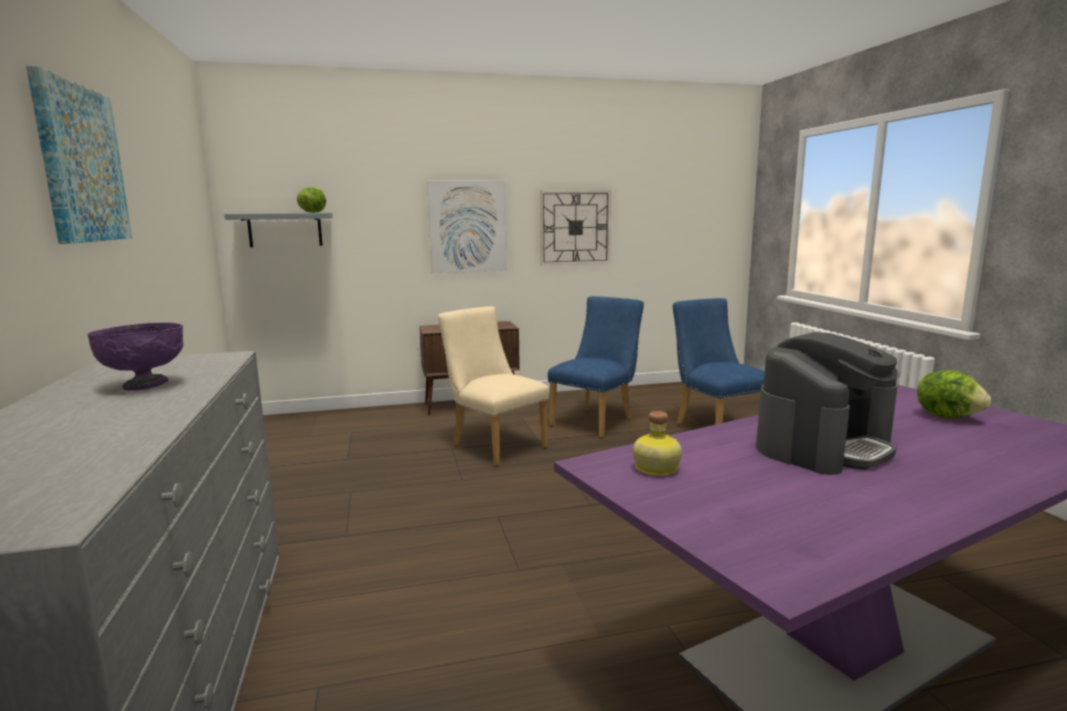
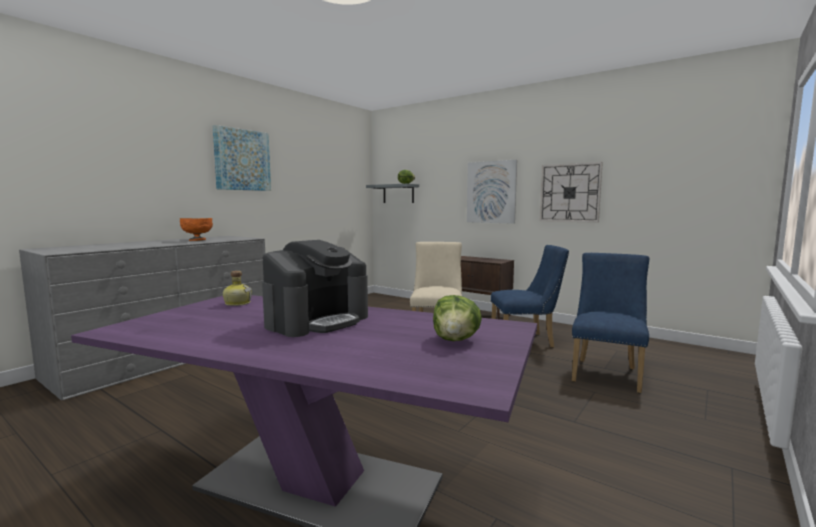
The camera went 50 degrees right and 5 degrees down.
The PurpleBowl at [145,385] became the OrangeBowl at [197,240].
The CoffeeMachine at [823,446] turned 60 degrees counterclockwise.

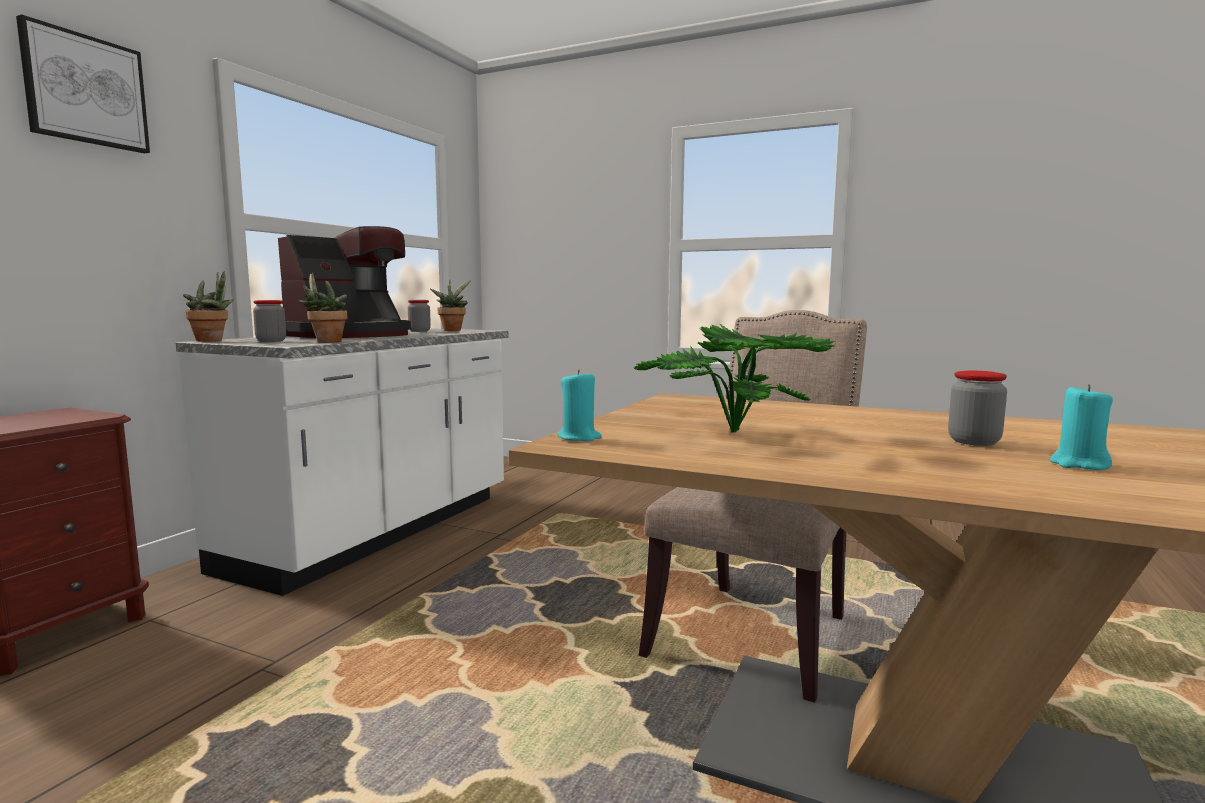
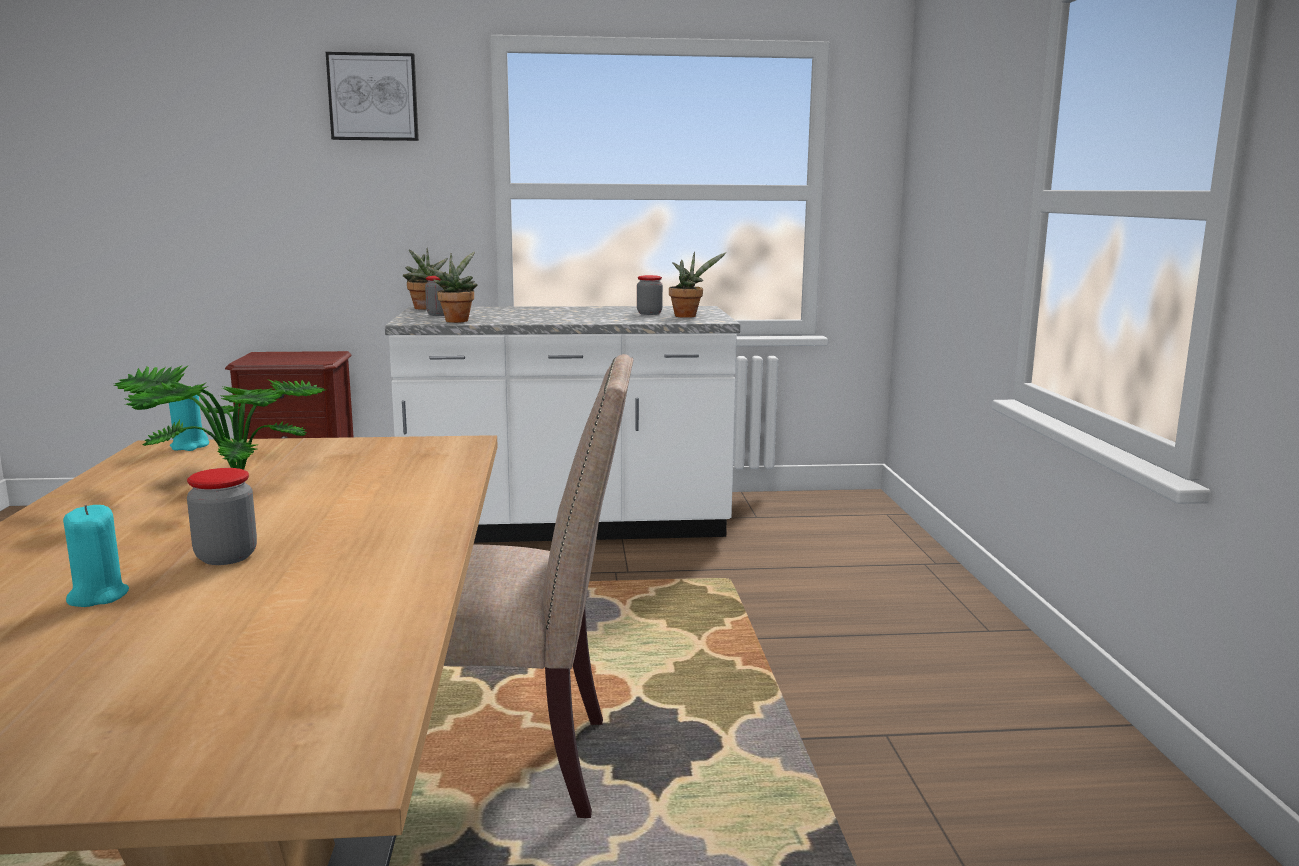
The camera went 60 degrees right and 5 degrees up.
The CoffeeMachine at [350,335] disappeared.

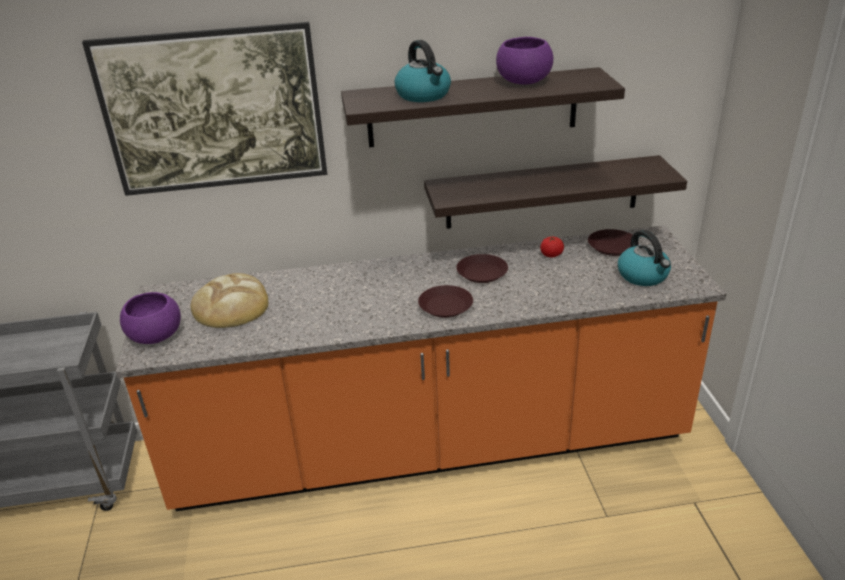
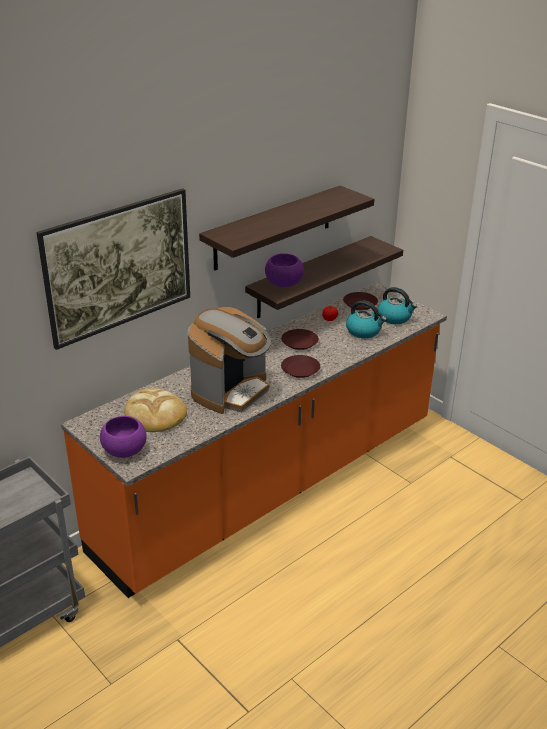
The camera went 35 degrees left and 0 degrees up.
The PurpleBowl moved from [523,81] to [283,283].
The Kettle moved from [424,95] to [364,331].
The CoffeeMachine at [231,391] appeared.

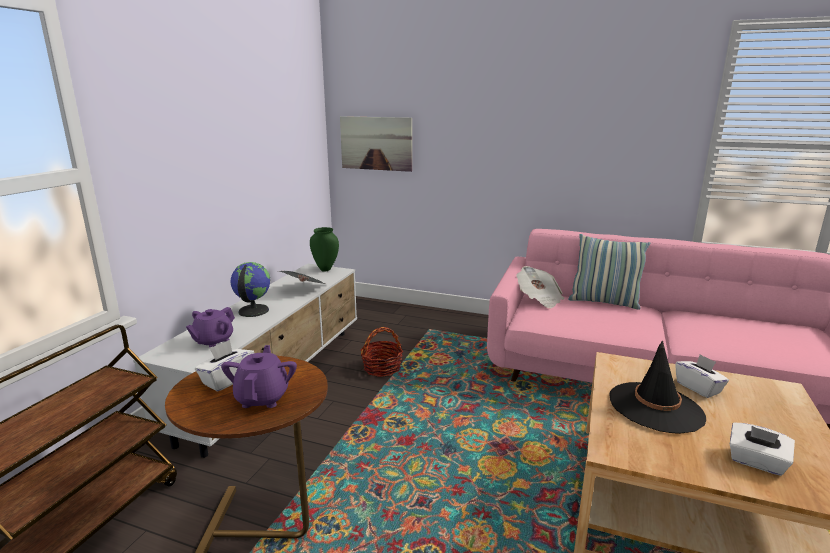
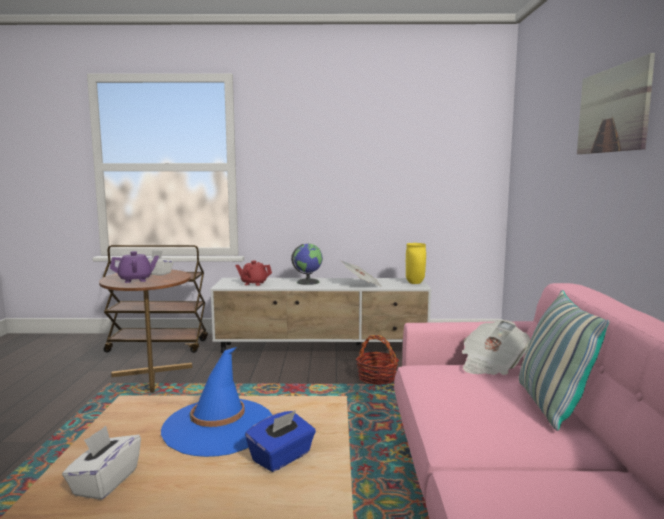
The camera went 70 degrees right and 10 degrees down.
The Picture moved from [376,143] to [612,110].
The GreenVase at [325,270] became the YellowVase at [414,283].
The PurpleTeapot at [213,341] became the RedTeapot at [254,283].
The BlackHat at [655,407] became the BlueHat at [219,427].
The WhiteTissueBox at [698,388] became the BlueTissueBox at [282,457].

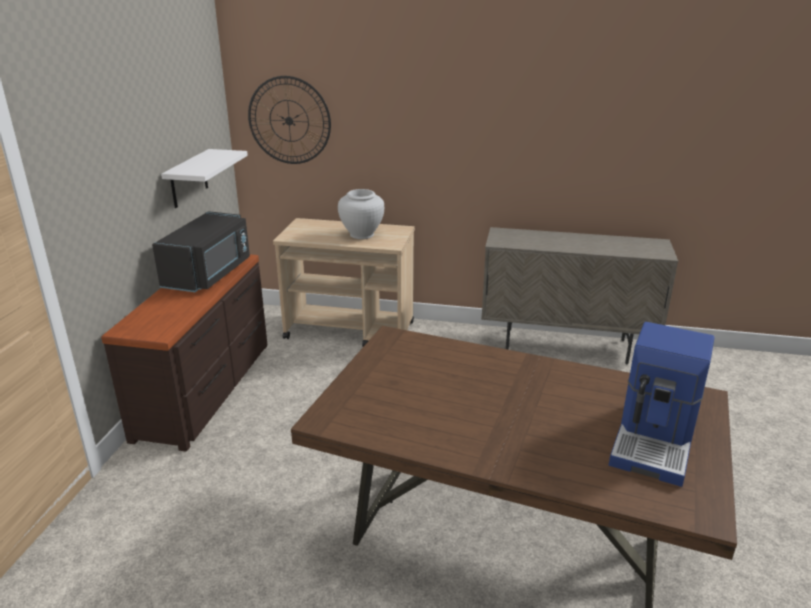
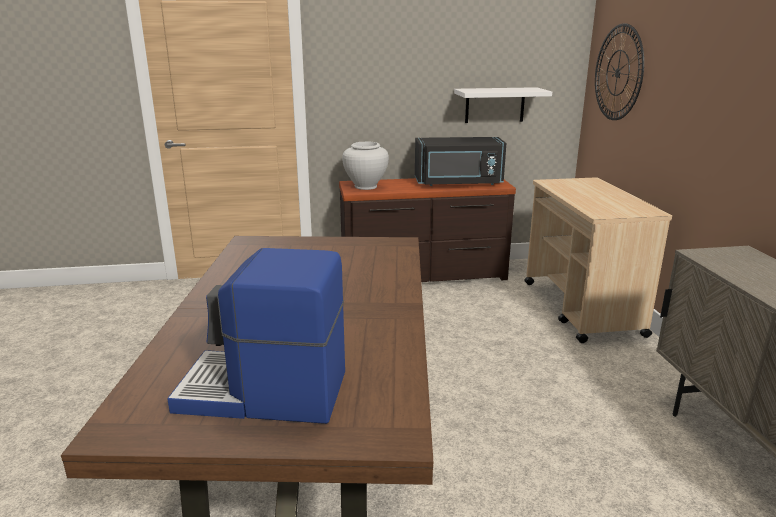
The camera went 70 degrees right and 5 degrees down.
The WhiteVase moved from [362,235] to [365,186].

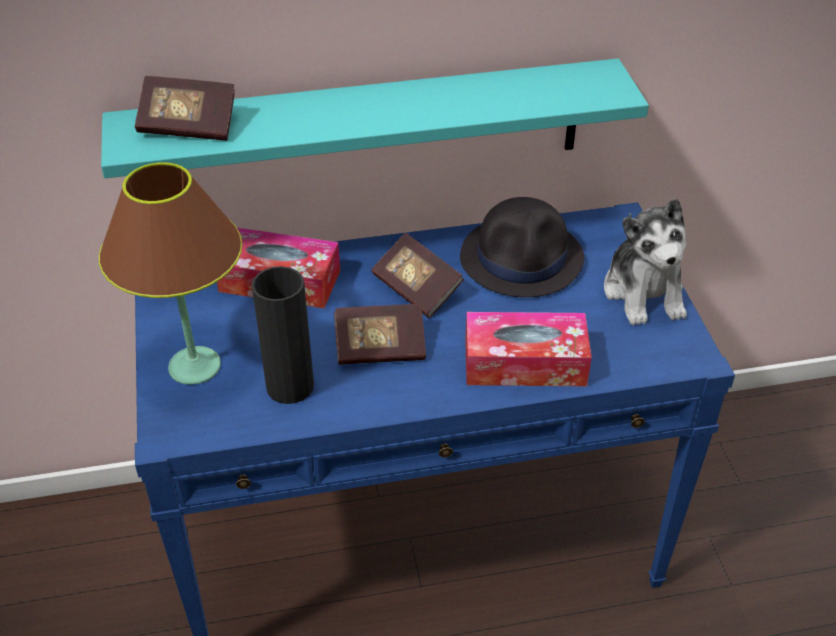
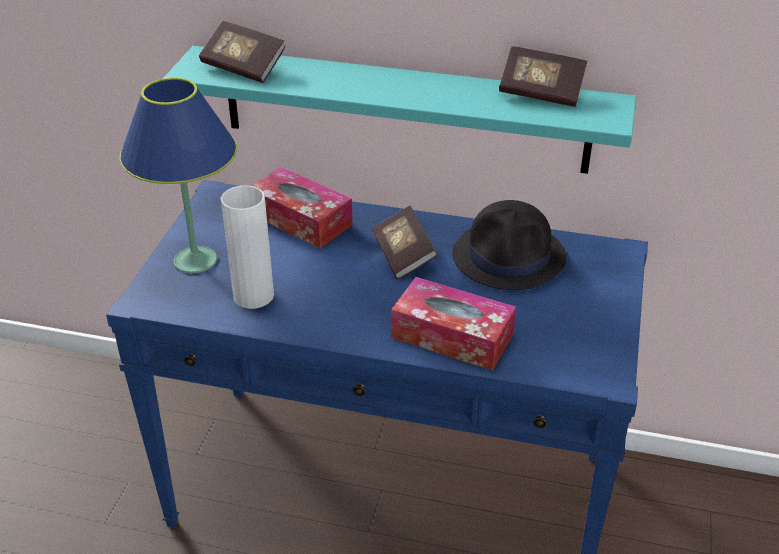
The camera went 25 degrees right and 5 degrees down.
The BrownTableLamp at [194,366] became the BlueTableLamp at [195,260].
The PlushToy at [644,292] disappeared.
The BlackVase at [290,386] became the WhiteVase at [253,296].
The Book moved from [380,348] to [541,92].

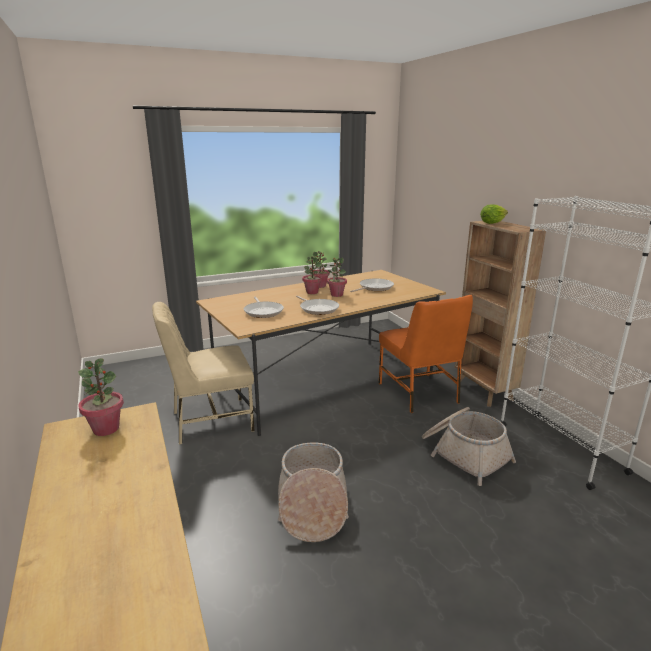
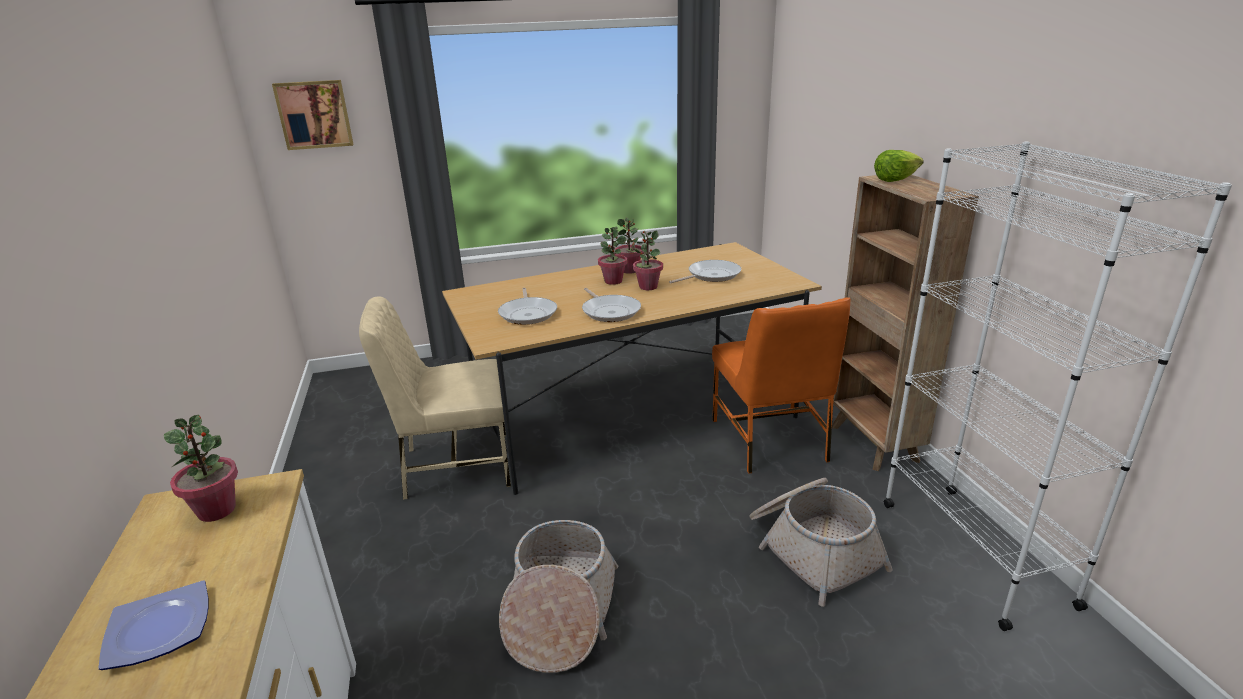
The camera went 10 degrees right and 5 degrees up.
The Picture at [314,114] appeared.
The Plate at [161,630] appeared.

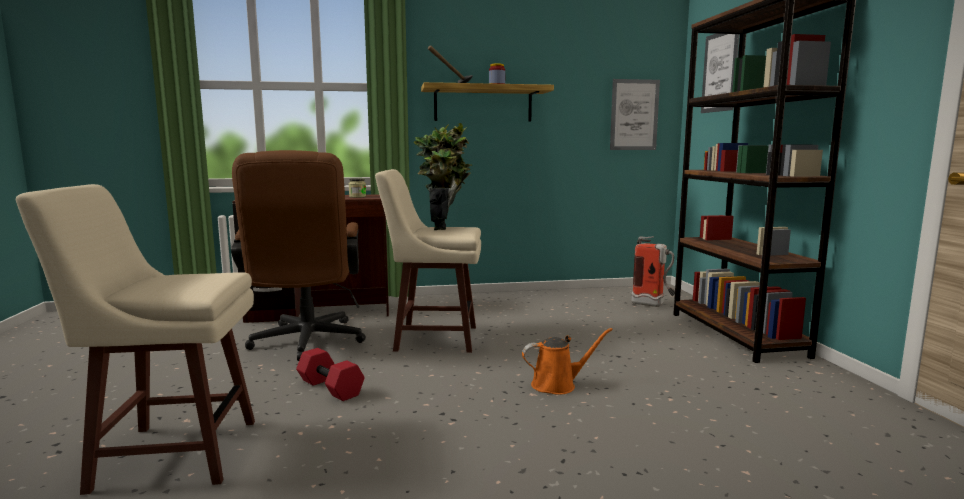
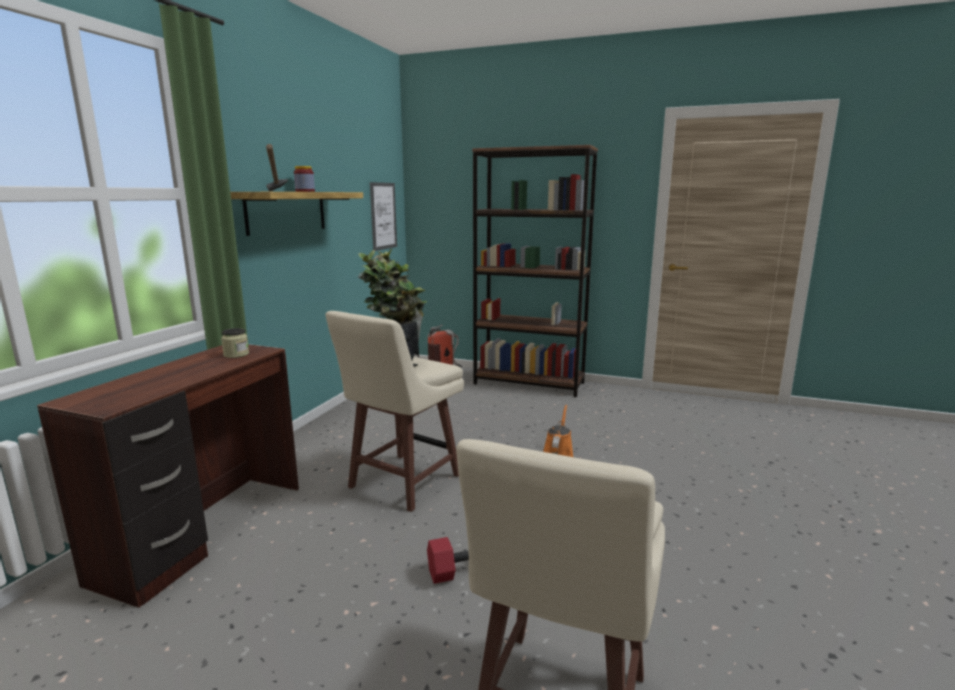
The camera went 60 degrees left and 5 degrees up.
The Picture at [720,72] disappeared.
The BrownOfficeChair at [306,343] disappeared.

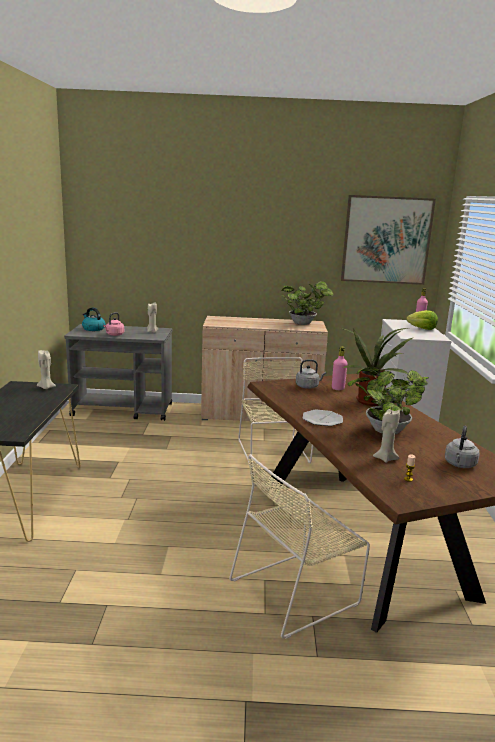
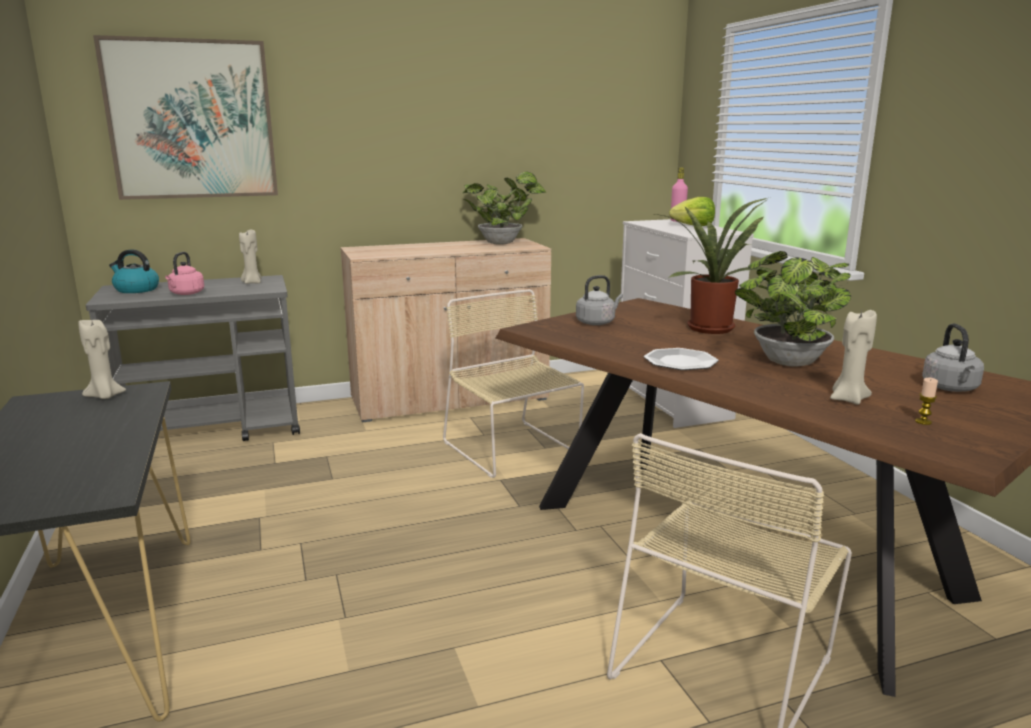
The camera went 20 degrees left and 0 degrees up.
The Picture moved from [386,240] to [191,120].
The PinkBottle at [338,388] disappeared.

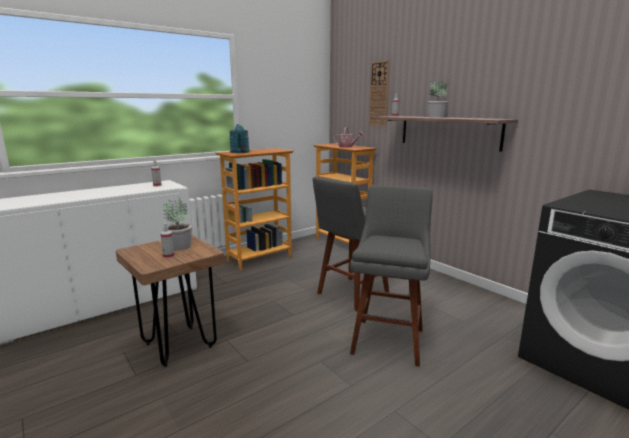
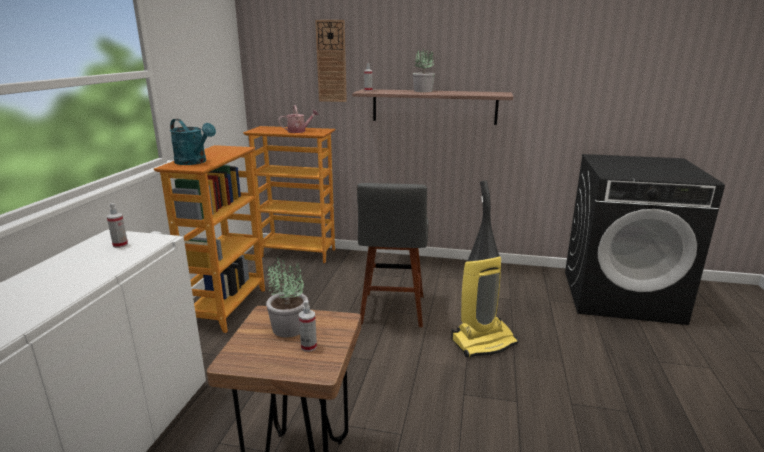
The camera went 40 degrees left and 5 degrees up.
The GreyStool at [388,338] was replaced by the VacuumCleaner at [483,342].

